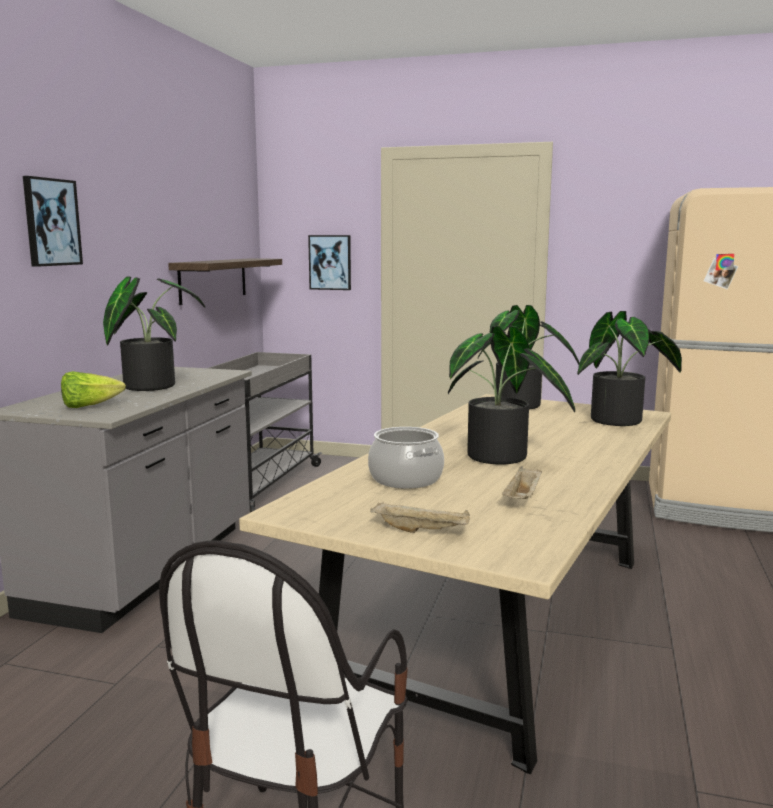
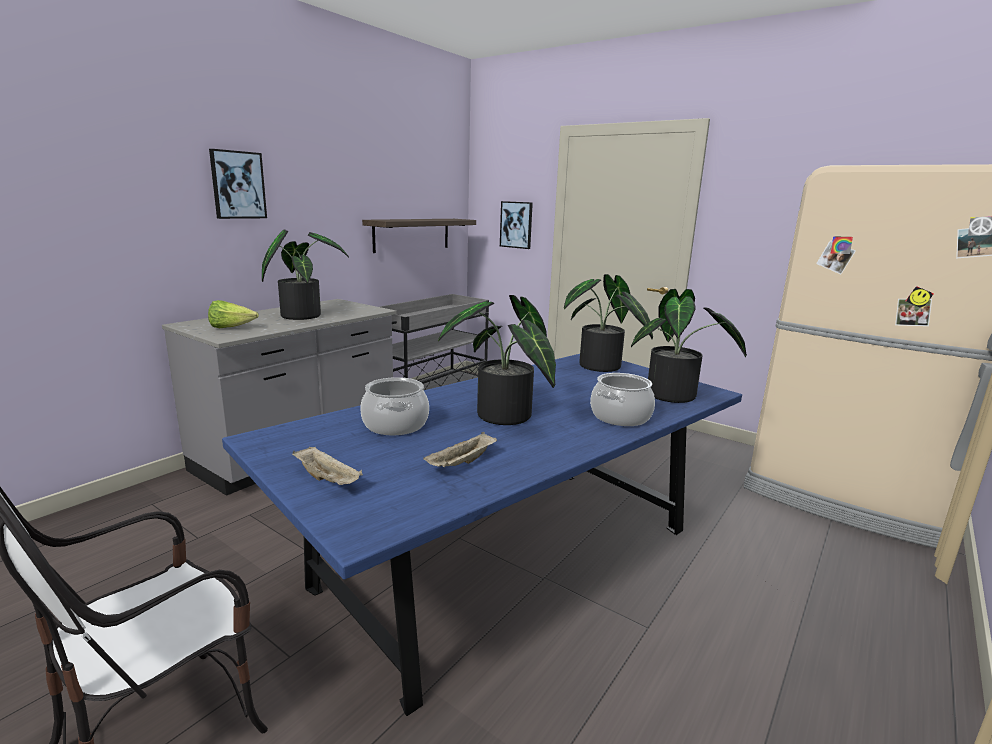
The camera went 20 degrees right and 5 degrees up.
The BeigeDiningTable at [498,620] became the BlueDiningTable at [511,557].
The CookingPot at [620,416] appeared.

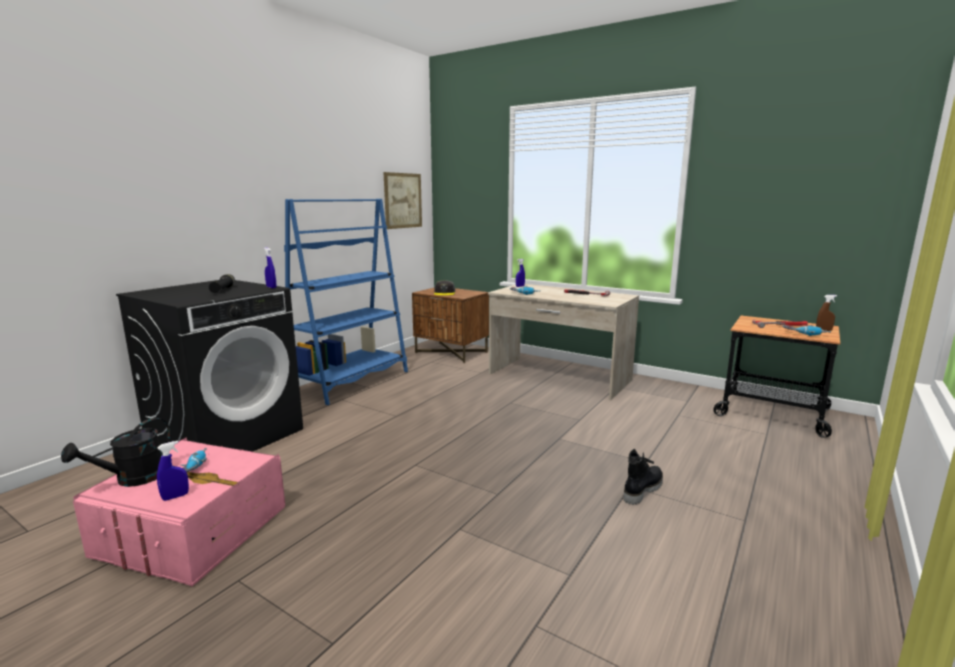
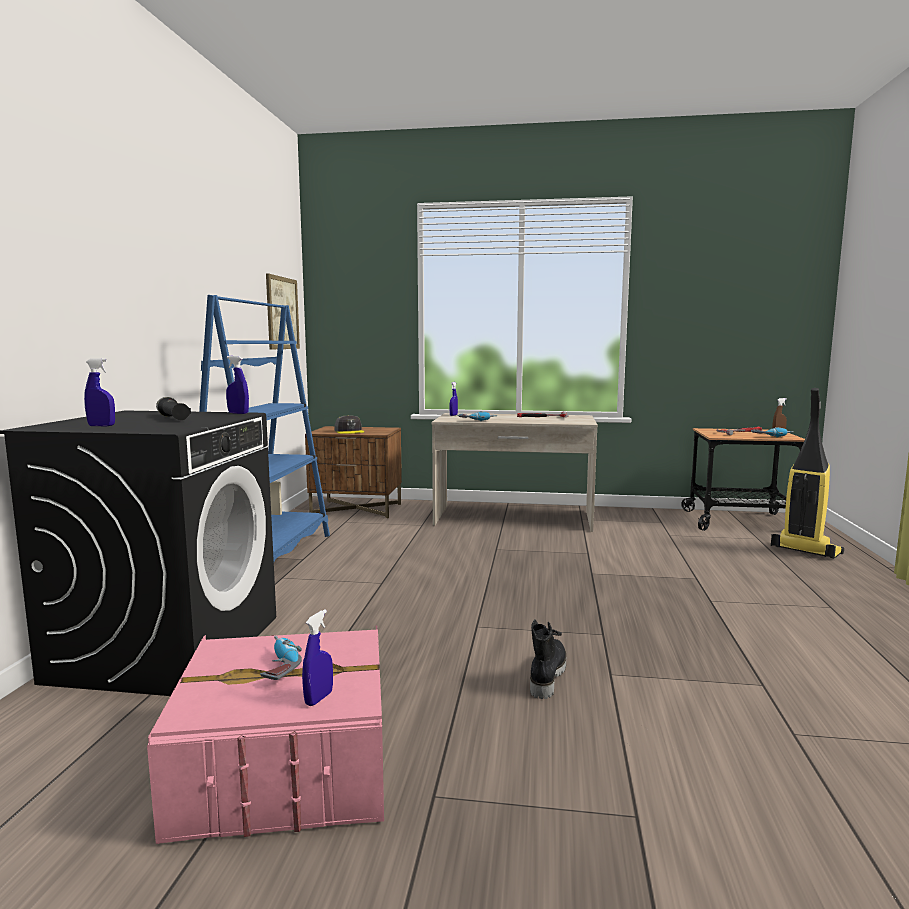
The camera went 25 degrees left and 5 degrees down.
The BlackWateringCan at [132,479] disappeared.
The BlackBoot moved from [642,490] to [546,676].
The BlueSprayBottle at [101,426] appeared.
The VacuumCleaner at [804,550] appeared.

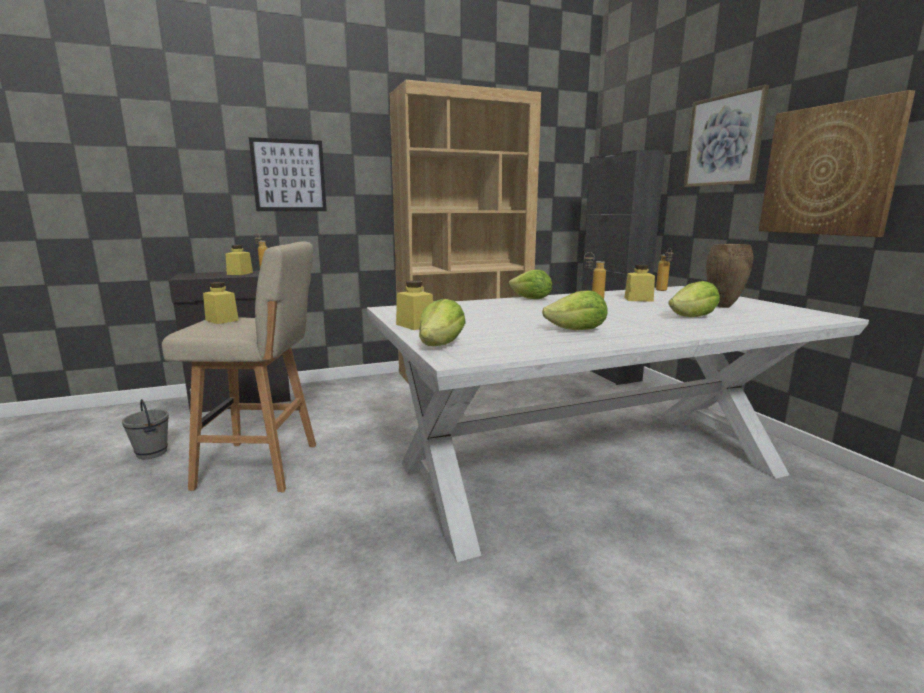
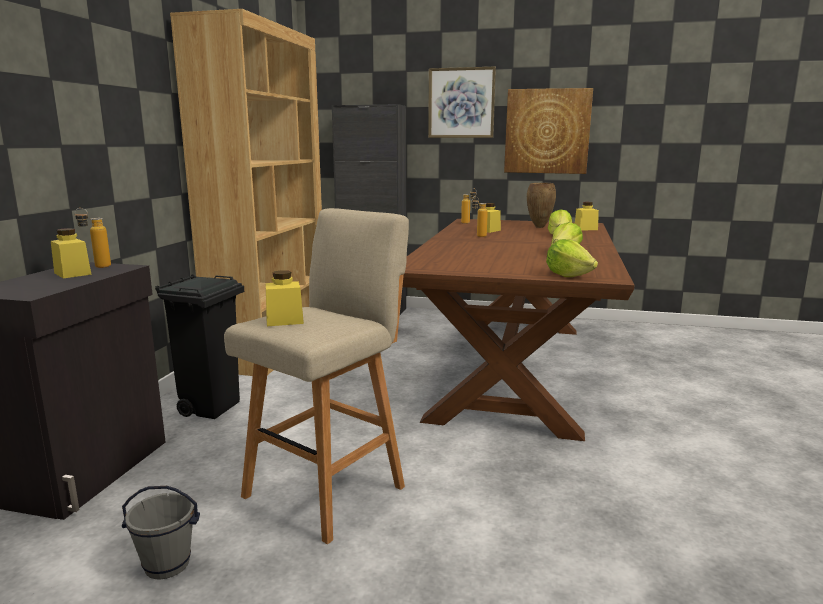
The camera went 55 degrees left and 0 degrees up.
The Picture at [289,175] disappeared.
The Lettuce at [531,299] disappeared.
The YellowJar moved from [415,325] to [585,229].
The WhiteDiningTable at [592,468] became the BrownDiningTable at [512,367].
The BlackTrashCan at [211,408] appeared.

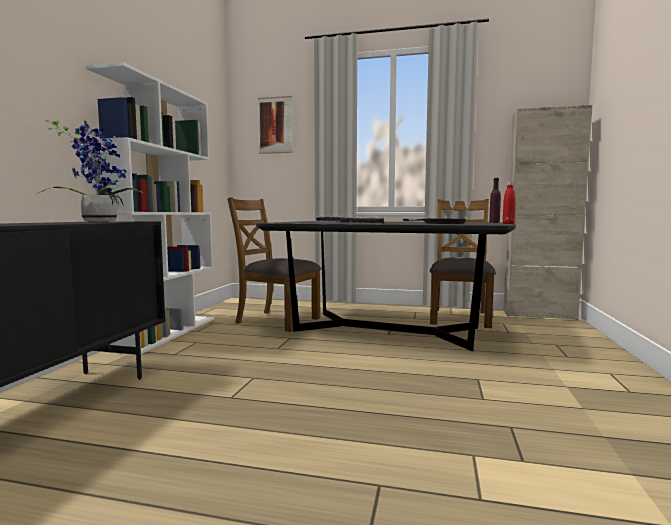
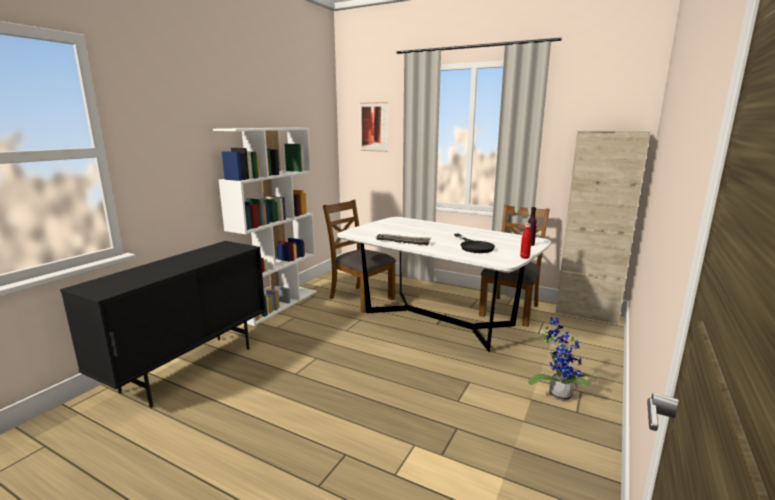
The camera went 15 degrees right and 10 degrees up.
The PottedPlant moved from [99,221] to [558,393].
The BlackDiningTable at [386,330] became the WhiteDiningTable at [438,319].

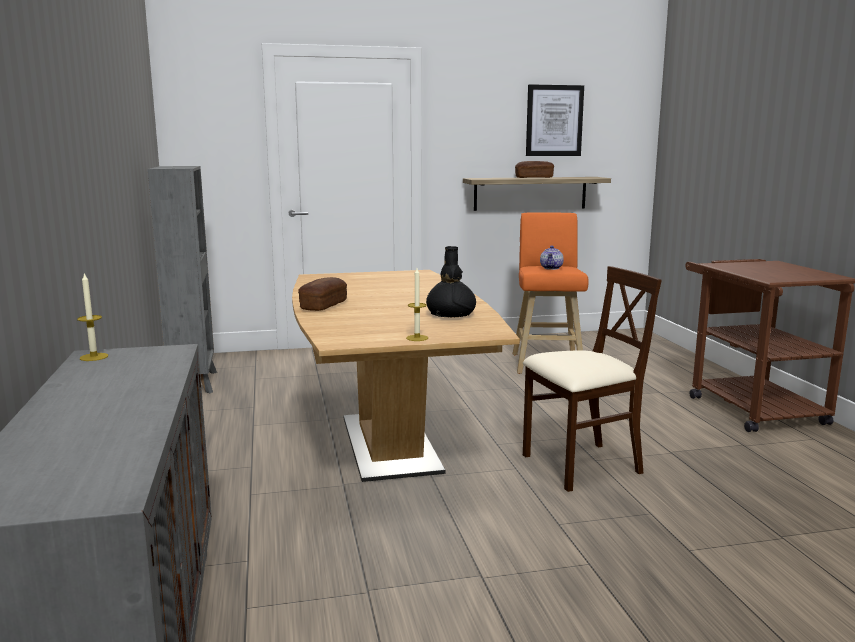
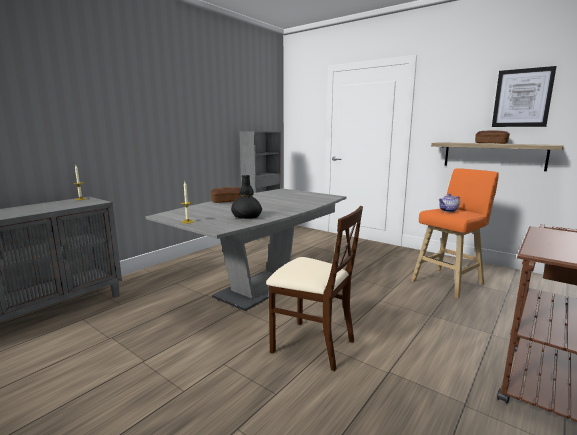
The camera went 50 degrees right and 0 degrees up.
The BrownDiningTable at [389,444] became the GreyDiningTable at [260,287].

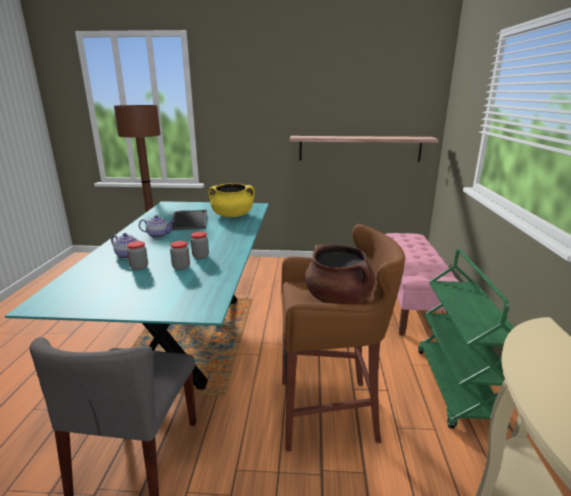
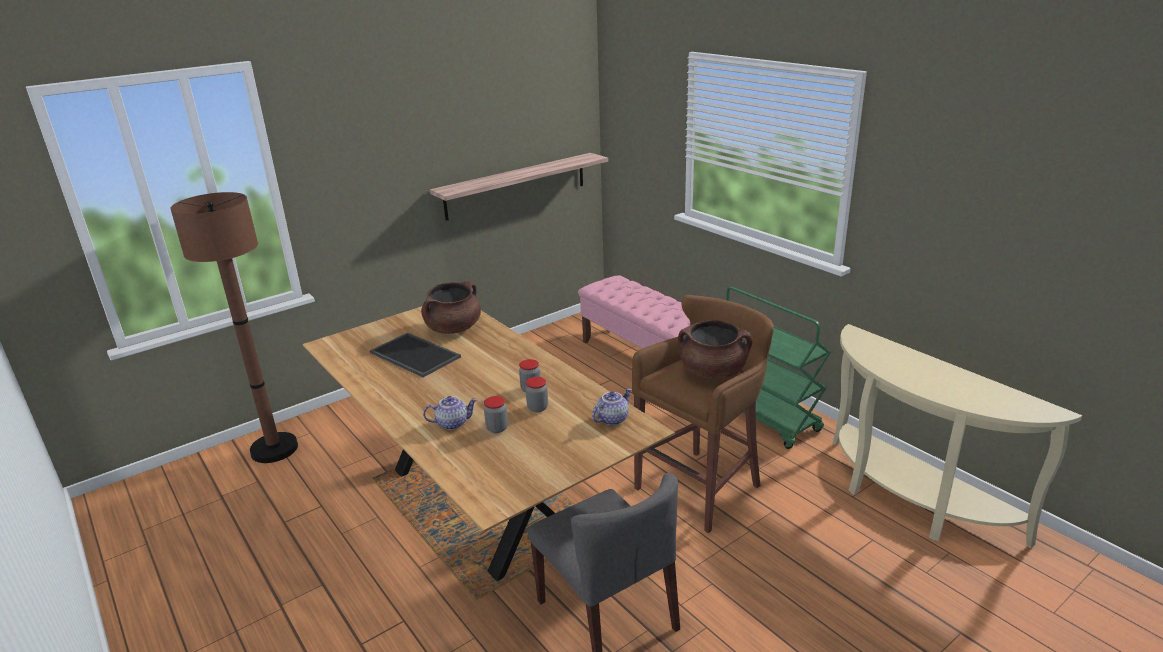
The camera went 40 degrees left and 5 degrees up.
The YellowCookingPot at [232,215] became the BrownCookingPot at [453,328].
The TurquoiseDiningTable at [190,336] became the BrownDiningTable at [481,502].
The Teapot moved from [158,235] to [612,419].

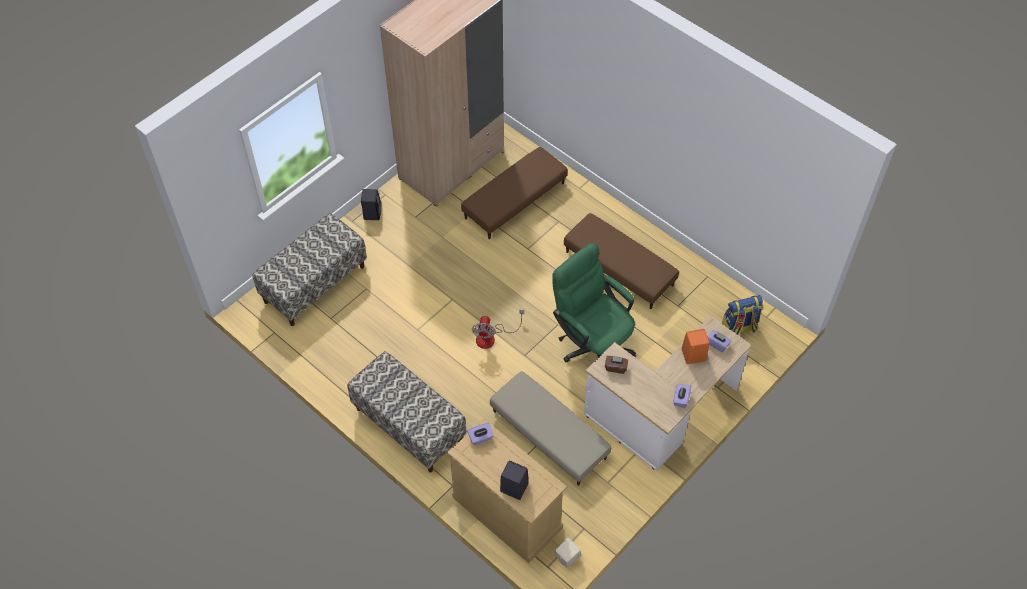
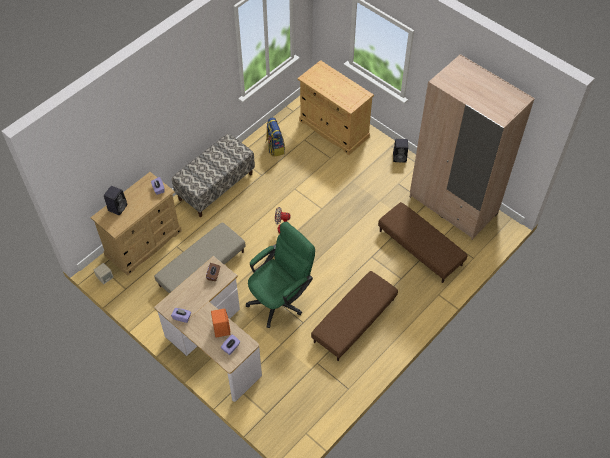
The camera went 90 degrees right and 0 degrees up.
The Bench at [314,284] was replaced by the BeigeCabinet at [333,129].
The Backpack moved from [739,328] to [275,147].

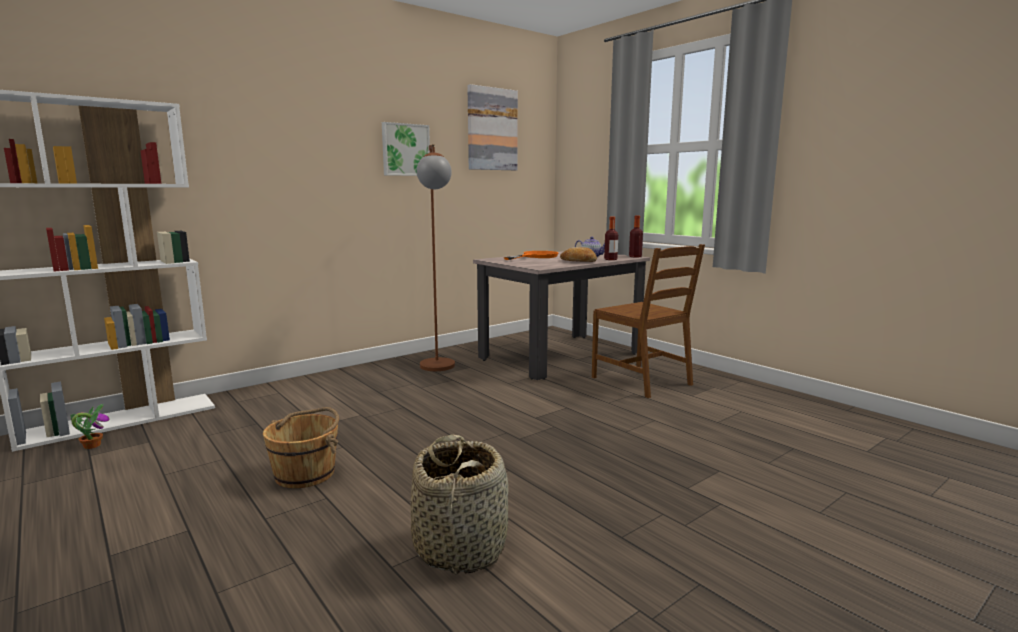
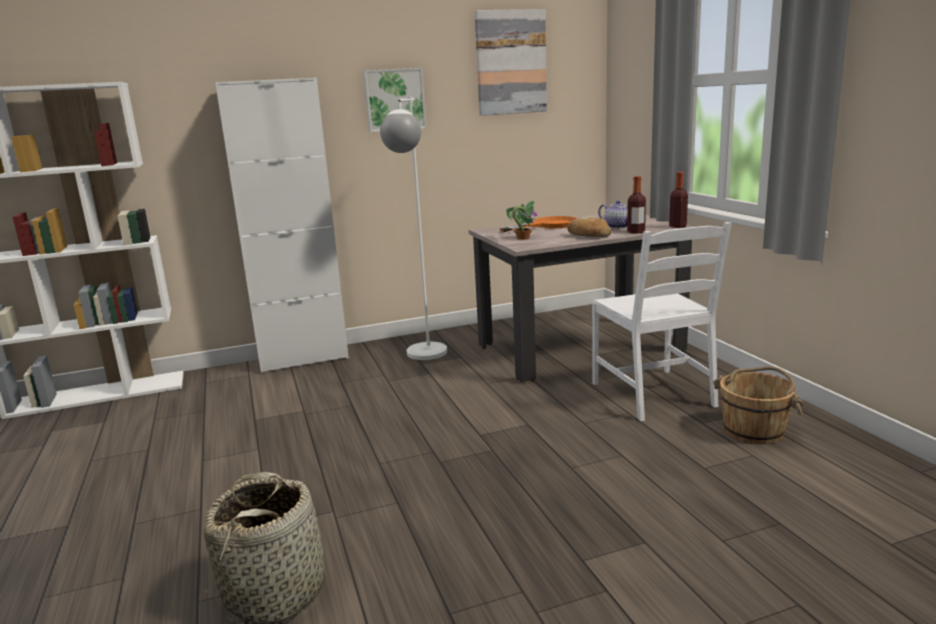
The camera went 20 degrees right and 5 degrees up.
The BrownFloorLamp at [438,369] became the WhiteFloorLamp at [424,358].
The BrownChair at [643,381] became the WhiteChair at [654,394].
The PottedPlant moved from [91,446] to [522,238].
The BrownBucket moved from [306,473] to [754,430].
The WhiteCabinet at [303,359] appeared.

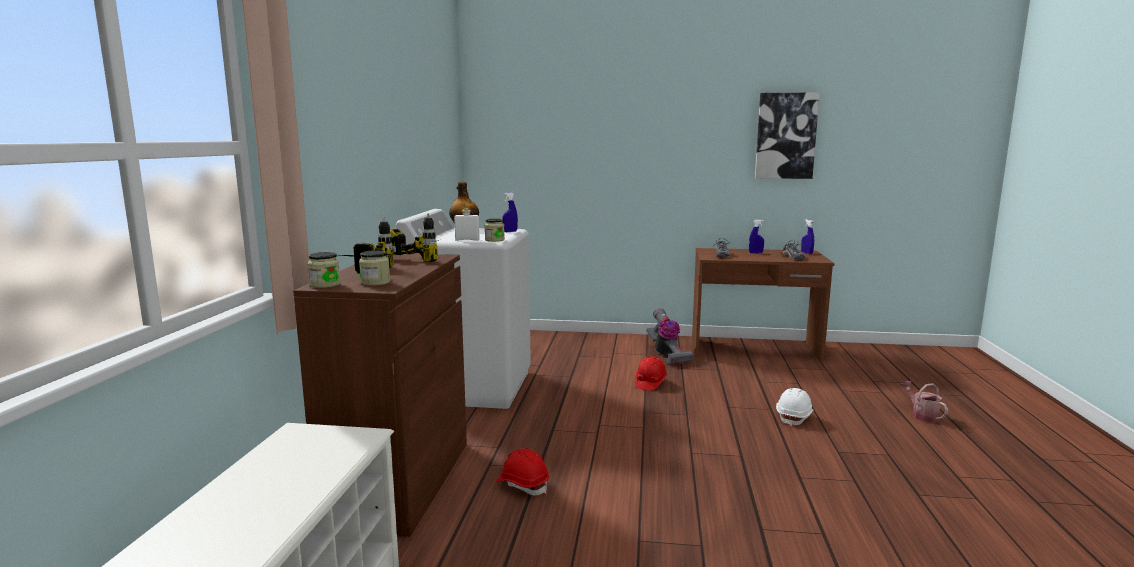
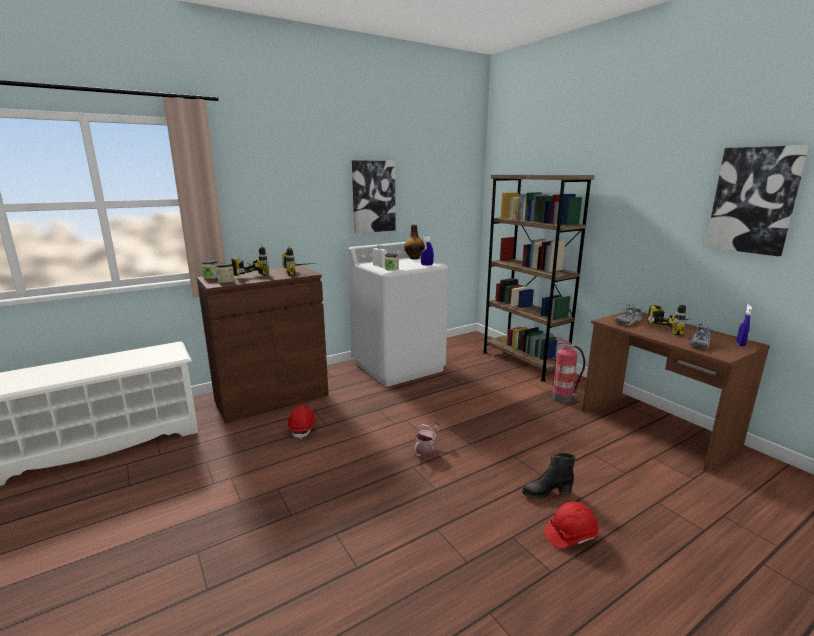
The camera went 50 degrees right and 5 degrees up.
The BlueSprayBottle at [755,253] was replaced by the PowerDrill at [675,328].
The VacuumCleaner at [666,355] was replaced by the FireExtinguisher at [563,398].
The RedHardHat moved from [650,383] to [570,535].
The WateringCan moved from [922,415] to [427,450].
The WhiteHardHat at [794,417] was replaced by the BlackBoot at [546,493].
The Picture at [373,196] appeared.
The BrownBookcase at [523,362] appeared.

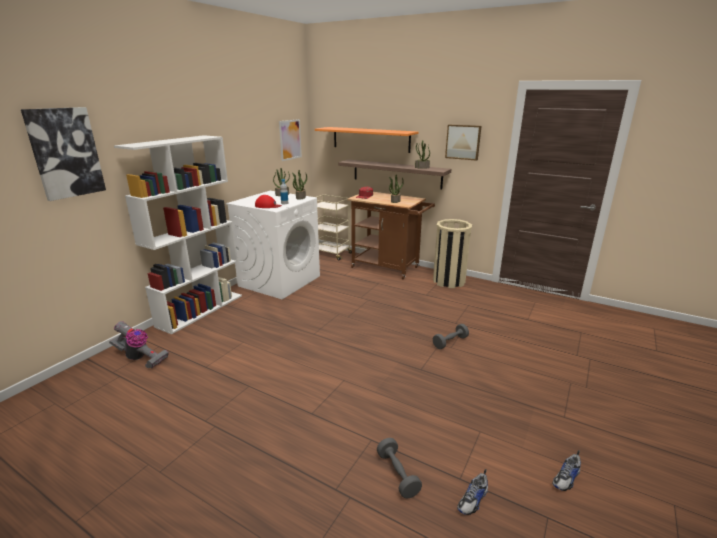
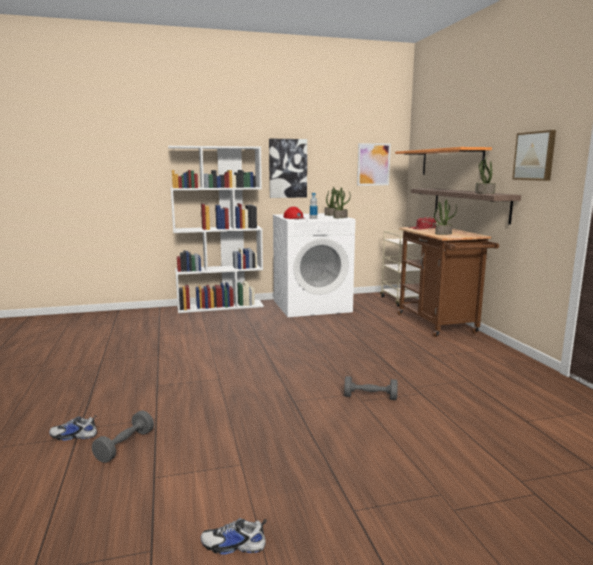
The camera went 45 degrees right and 10 degrees down.
The Picture moved from [65,153] to [287,168].
The BeigeTrashCan at [449,281] disappeared.
The VacuumCleaner at [140,358] disappeared.
The Shoe moved from [473,500] to [73,436].

